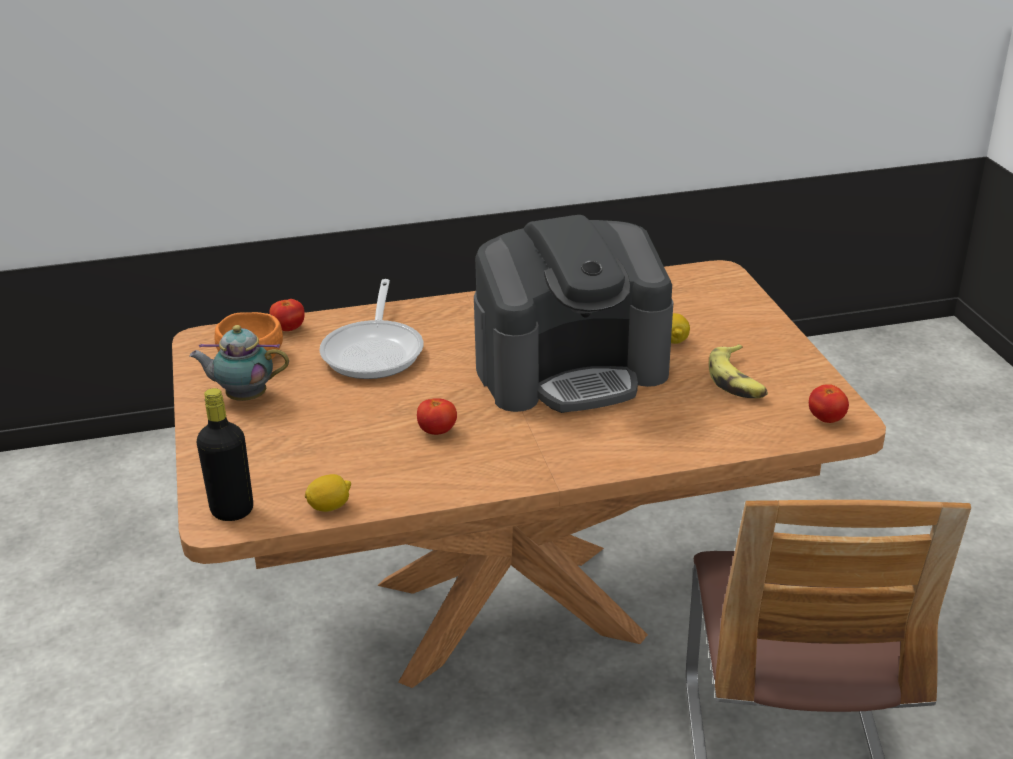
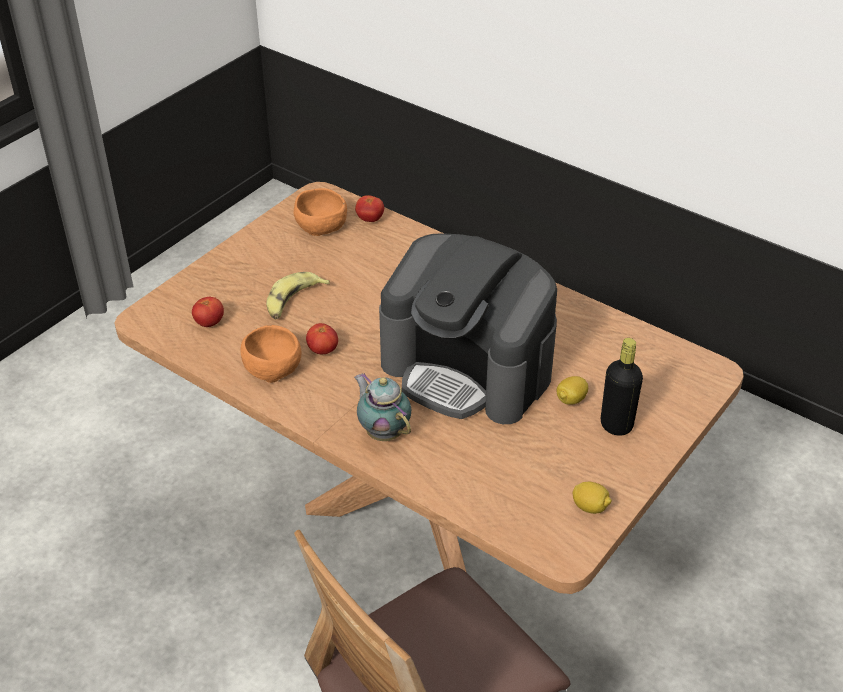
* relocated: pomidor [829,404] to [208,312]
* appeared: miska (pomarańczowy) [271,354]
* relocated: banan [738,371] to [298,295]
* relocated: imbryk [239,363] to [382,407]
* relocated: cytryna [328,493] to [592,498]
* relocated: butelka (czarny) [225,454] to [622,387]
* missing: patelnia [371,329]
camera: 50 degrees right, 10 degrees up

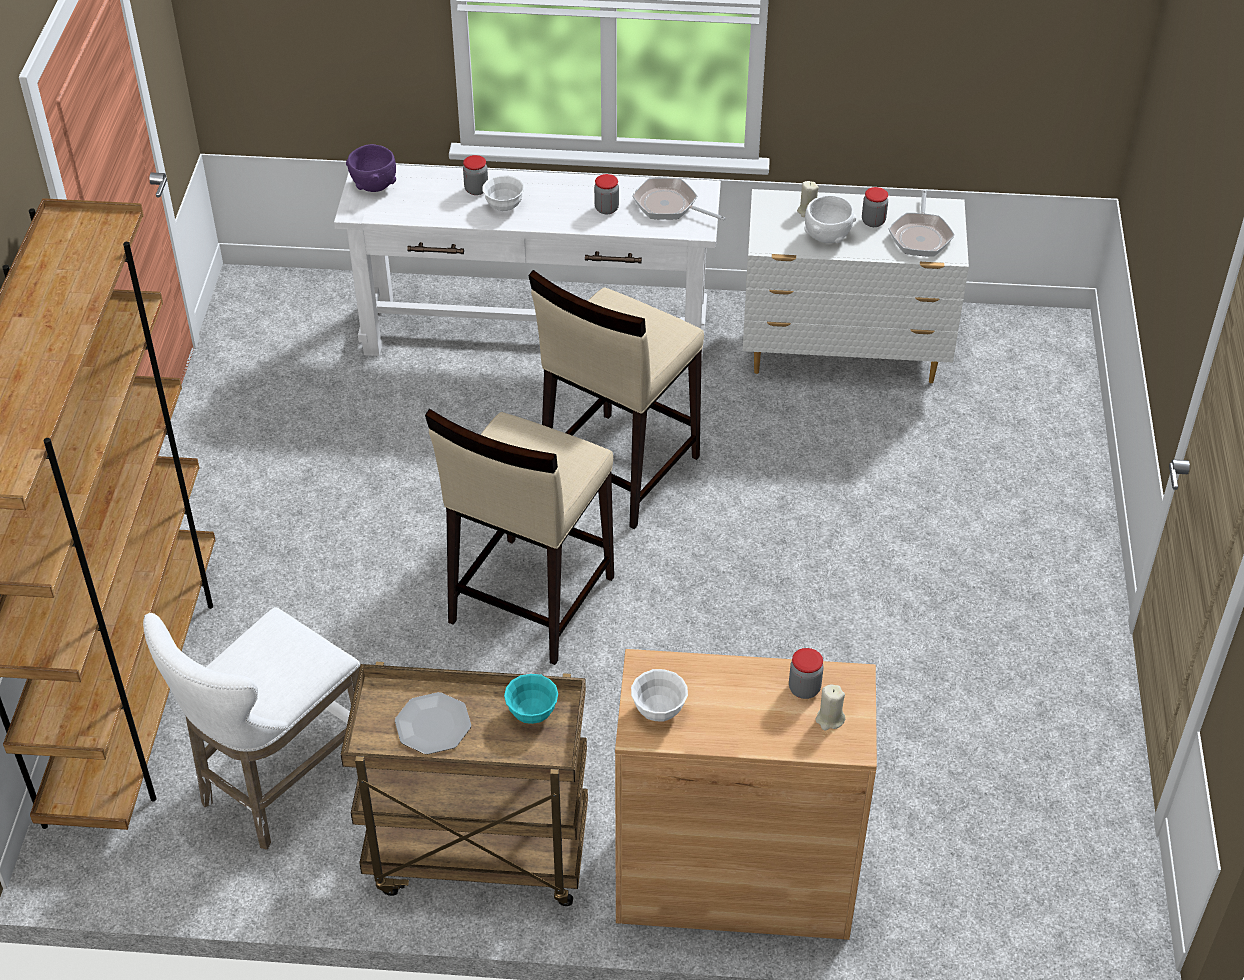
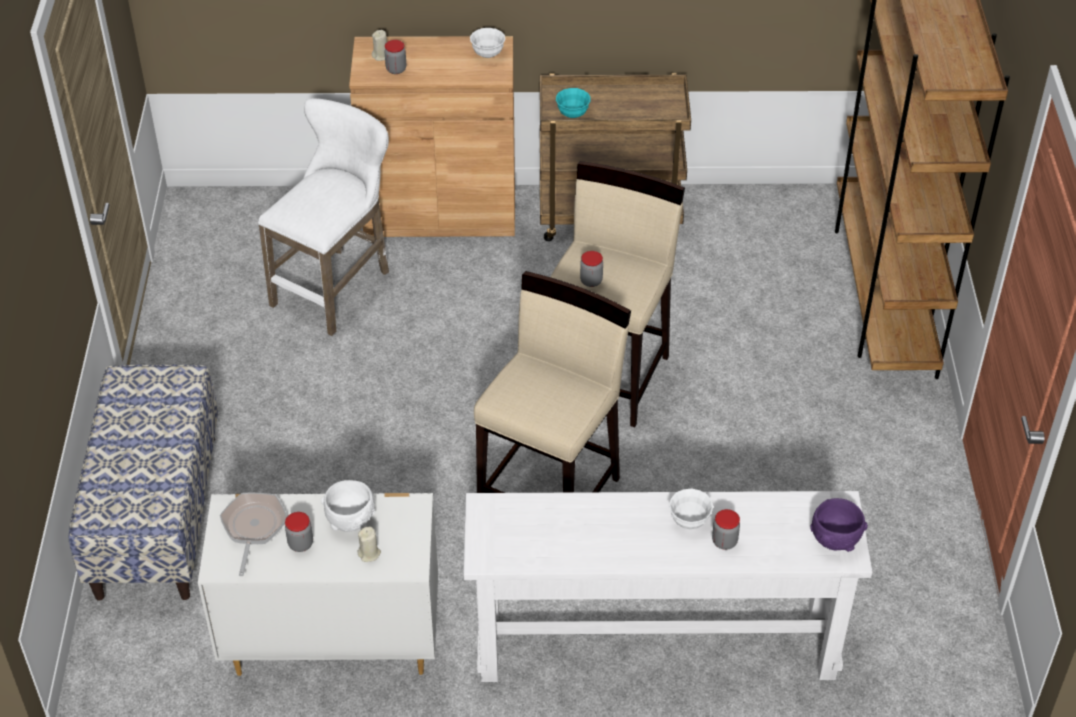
* appeared: ławka [143,483]
* relocated: stołek (biały) [251,728] to [323,217]
* relocated: słoik [606,194] to [591,269]
* missing: talerz [433,723]
* missing: patelnia [679,199]
camera: 175 degrees right, 0 degrees up

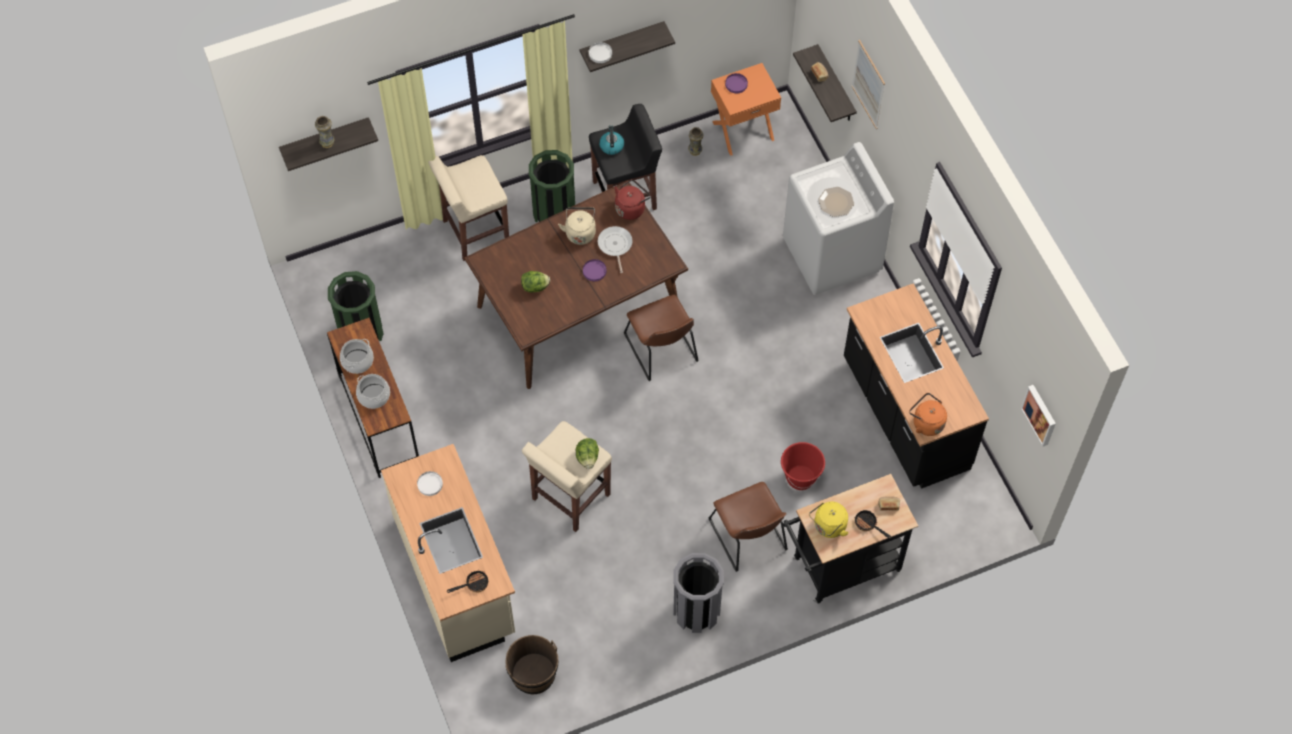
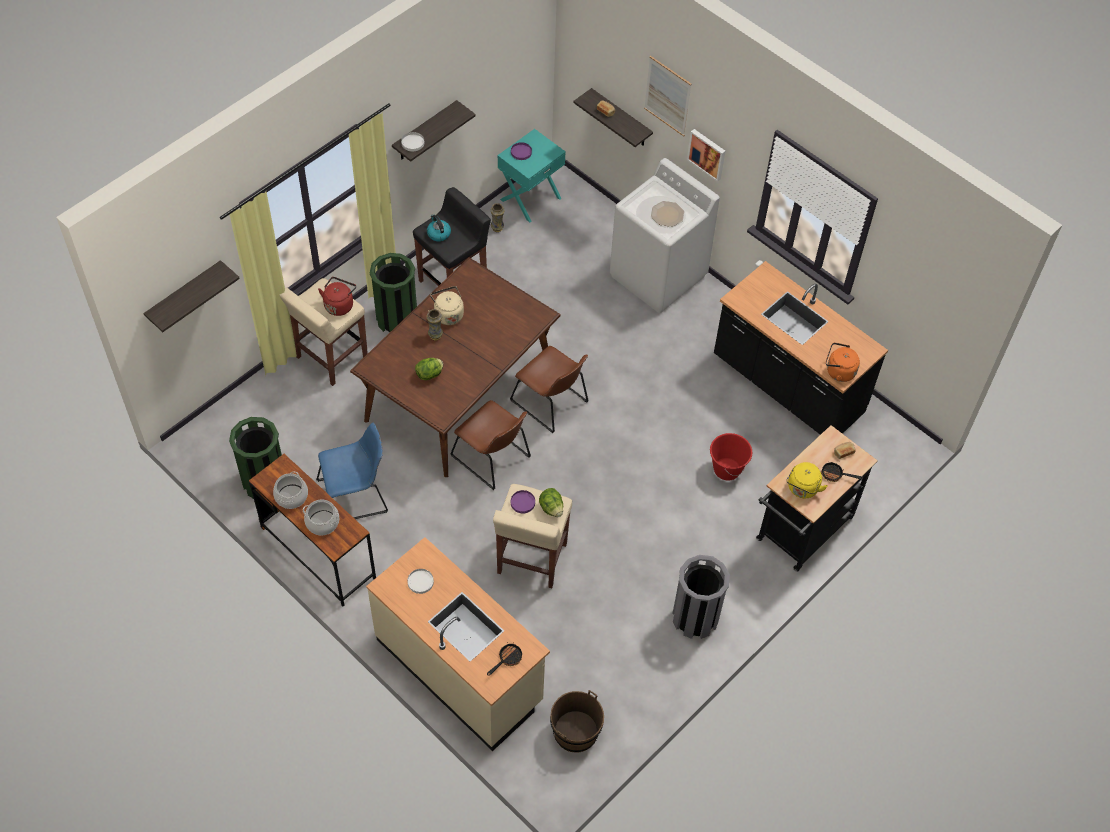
* appeared: krzesło (niebieski) [352,471]
* relocated: czajnik (czerwony) [632,199] to [337,296]
* relocated: wazon [325,132] to [434,324]
* relocated: krzesło (brązowy) [748,527] to [490,445]
* colour: szafka nocna (pomarańczowy) [746,109] to szafka nocna (turkusowy) [532,175]
* relocated: talerz (fioletowy) [594,270] to [523,501]
* relocated: obraz [1038,416] to [706,155]
* missing: patelnia [615,249]
camera: 25 degrees left, 5 degrees down

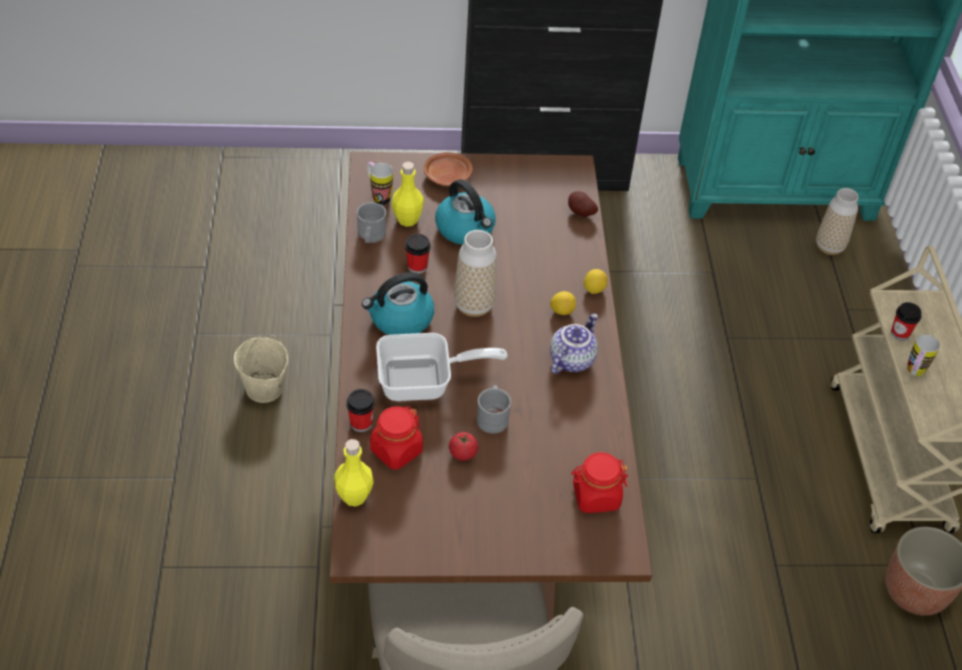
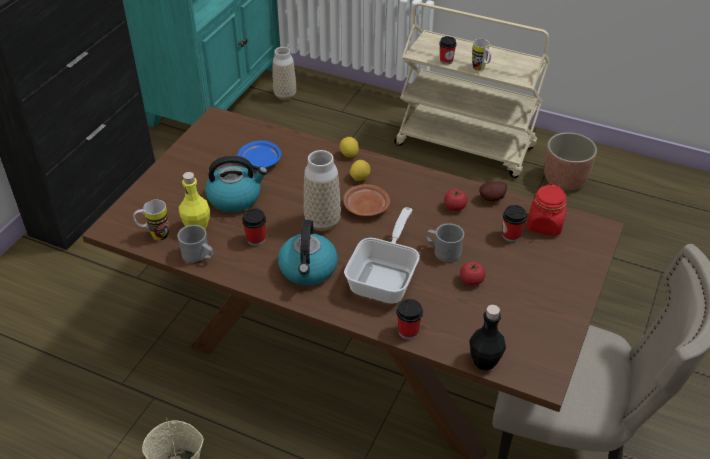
* appeared: talerz (niebieski) [259,154]
* relocated: talerz (brązowy) [448,169] to [366,200]
* appeared: pomidor [456,200]
* colour: butelka (żółty) [354,473] to butelka (czarny) [487,338]
* relocated: ziemniak [583,204] to [493,192]
* appeared: filiżanka [514,223]
* missing: słoik (czerwony) [396,437]
* missing: imbryk [574,343]
camera: 60 degrees left, 5 degrees down

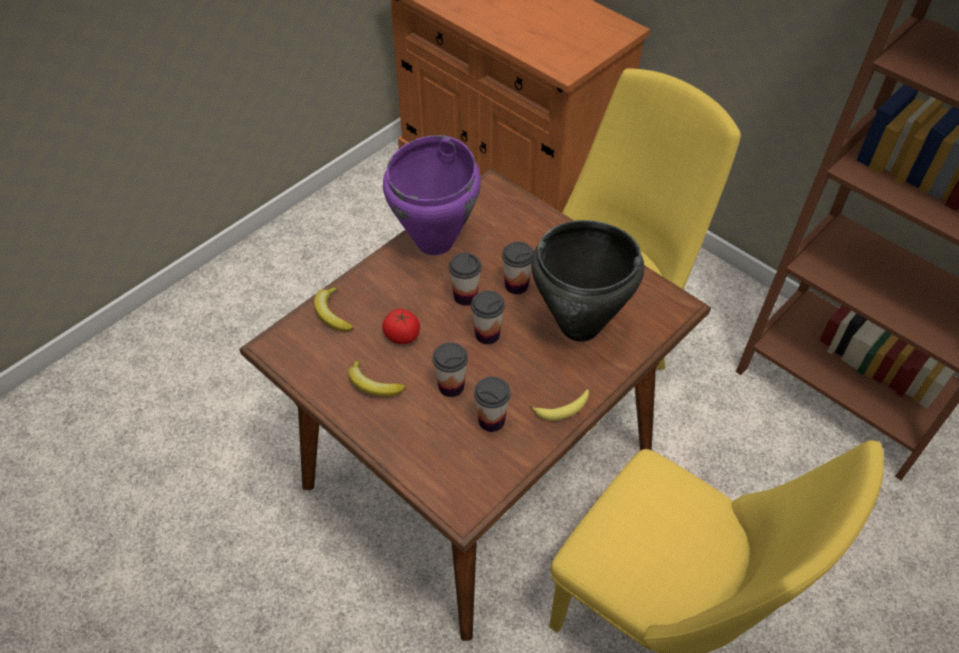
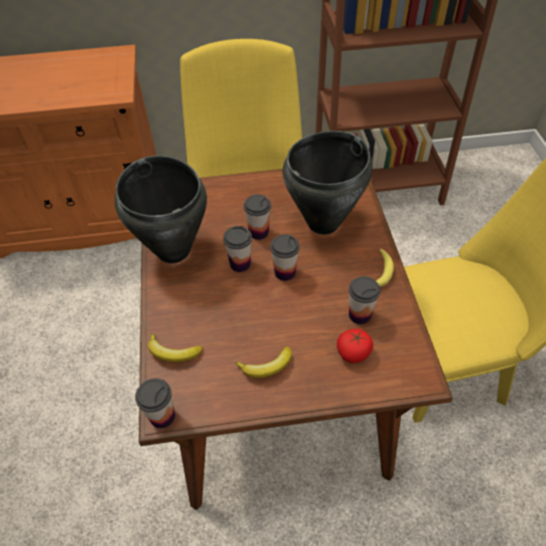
* colour: garnek (fioletowy) [432,195] to garnek (czarny) [161,209]
* relocated: filiżanka [450,369] to [155,403]
* relocated: pomidor [401,326] to [355,346]
camera: 50 degrees left, 0 degrees up

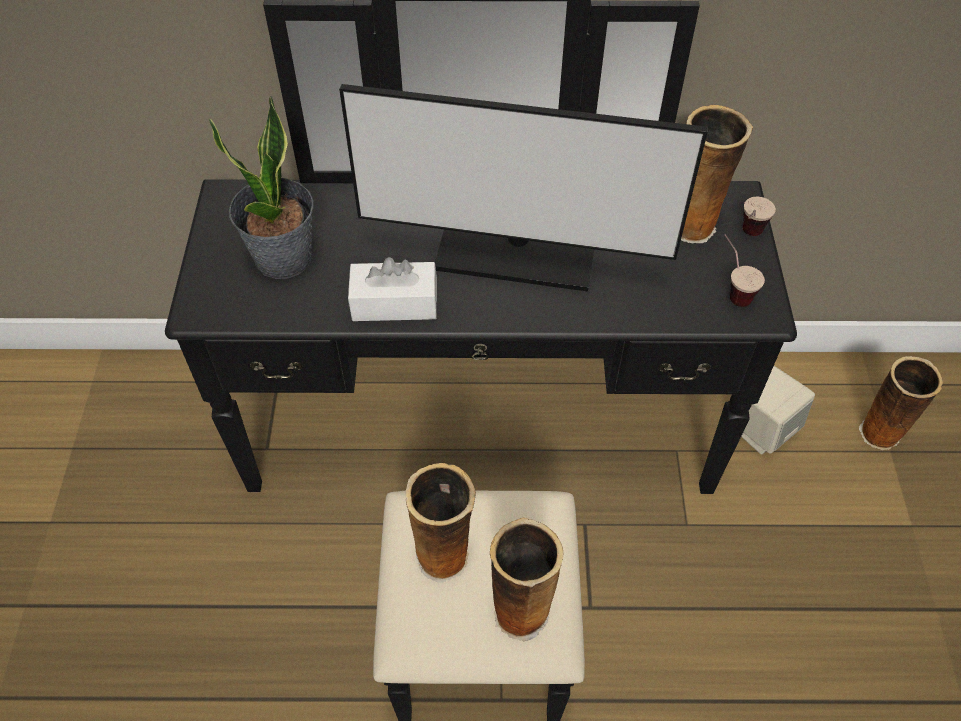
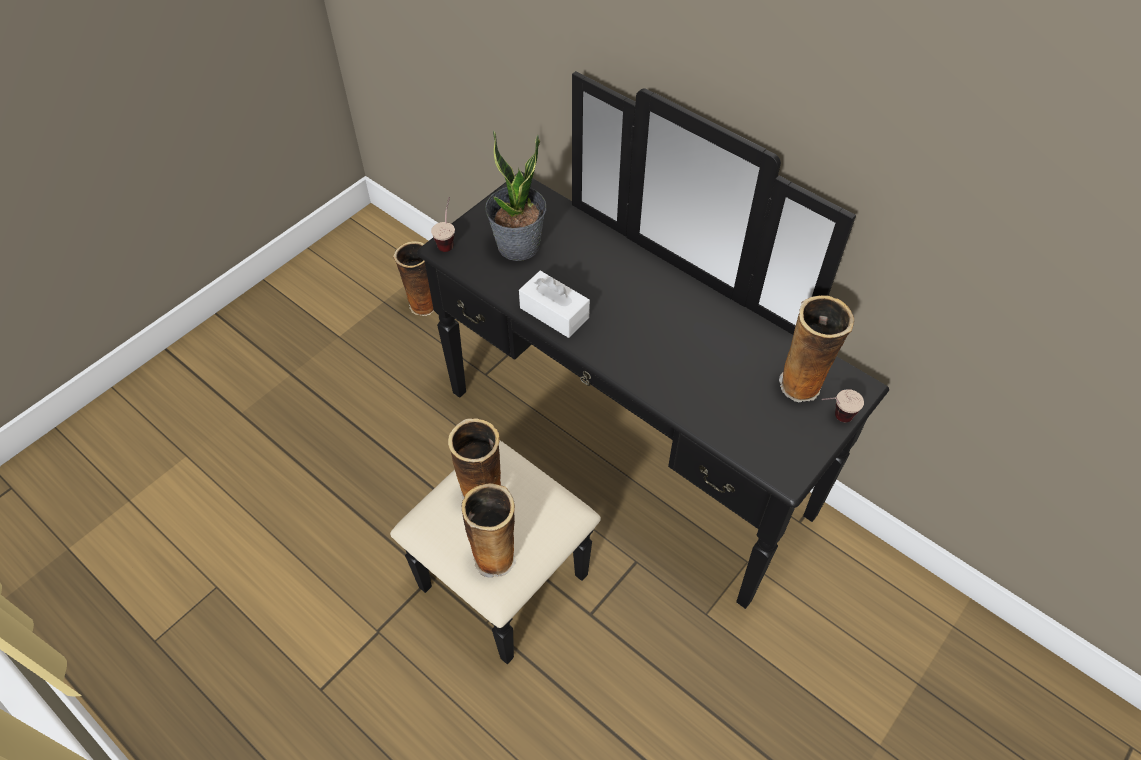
* relocated: wazon [901,403] to [413,278]
* relocated: filiżanka [744,270] to [443,224]
* missing: monitor [523,188]
* missing: głośnik (beżowy) [778,410]
camera: 40 degrees right, 0 degrees up

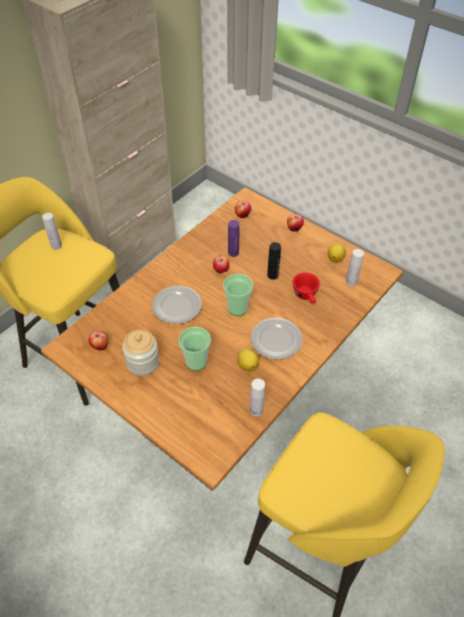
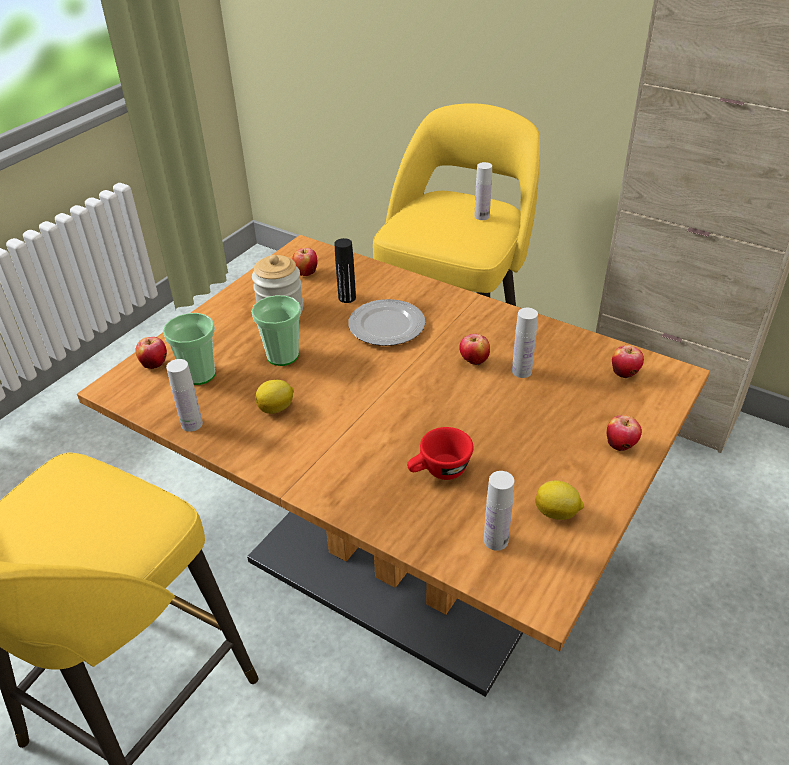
* appeared: jabłko [151,353]
* relocated: filiżanka [238,295] to [189,349]
* relocated: butelka (czarny) [274,261] to [345,270]
* colour: butelka (fioletowy) [233,238] to butelka (biały) [525,343]
* missing: talerz [277,338]
camera: 85 degrees right, 10 degrees down

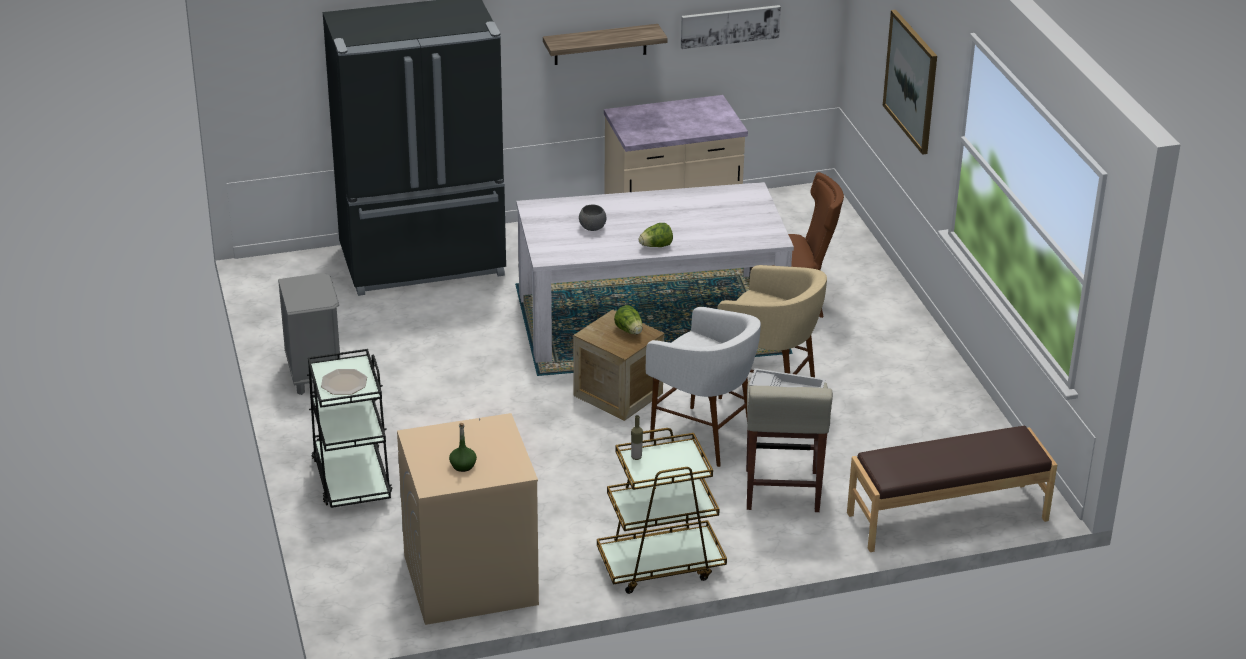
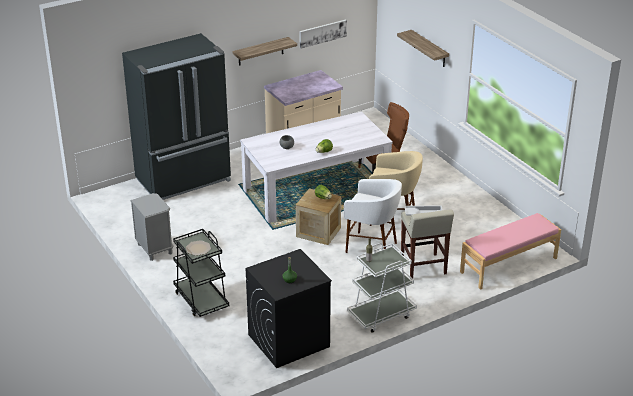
* colour: pralka (beżowy) [468,519] to pralka (czarny) [288,308]
* colour: wózek (brązowy) [662,511] to wózek (biały) [382,288]
* exchanged: obraz [910,82] to półka [423,48]
* colour: ławka (brązowy) [952,489] to ławka (różowy) [510,251]
camera: 15 degrees left, 0 degrees up

